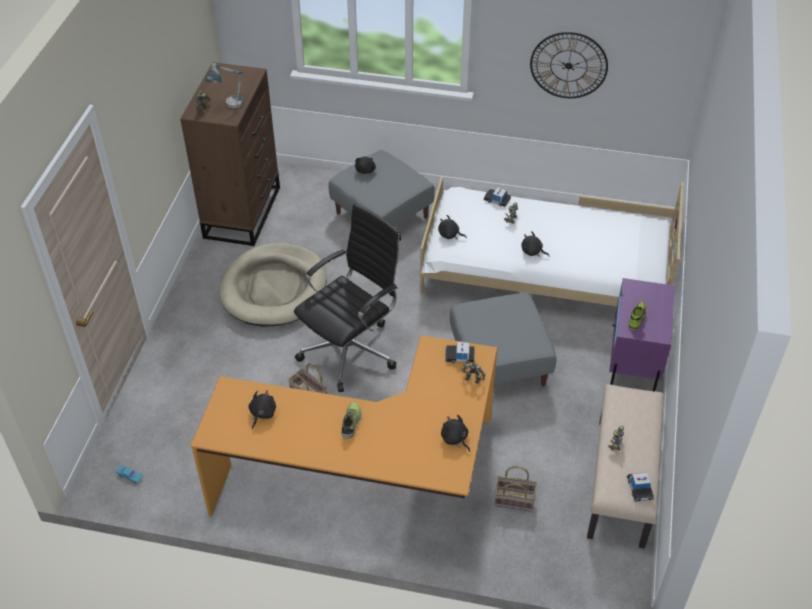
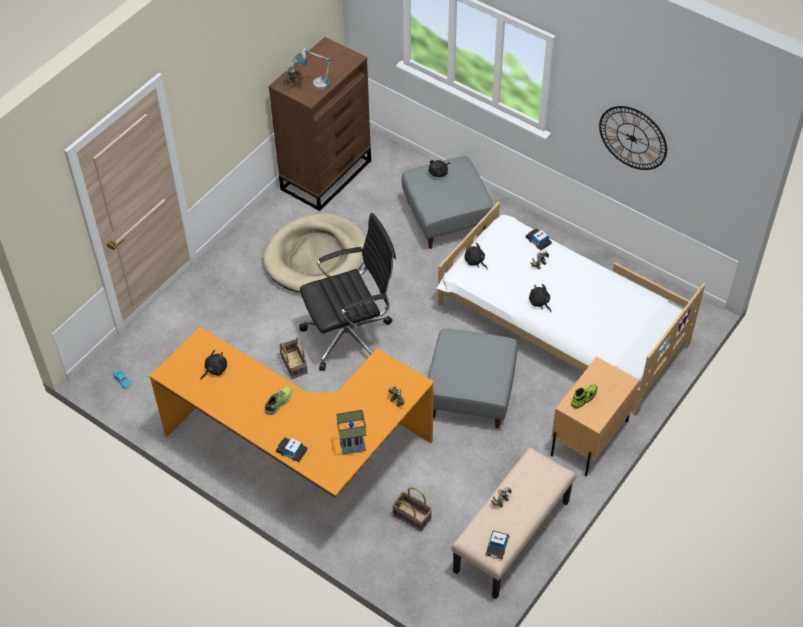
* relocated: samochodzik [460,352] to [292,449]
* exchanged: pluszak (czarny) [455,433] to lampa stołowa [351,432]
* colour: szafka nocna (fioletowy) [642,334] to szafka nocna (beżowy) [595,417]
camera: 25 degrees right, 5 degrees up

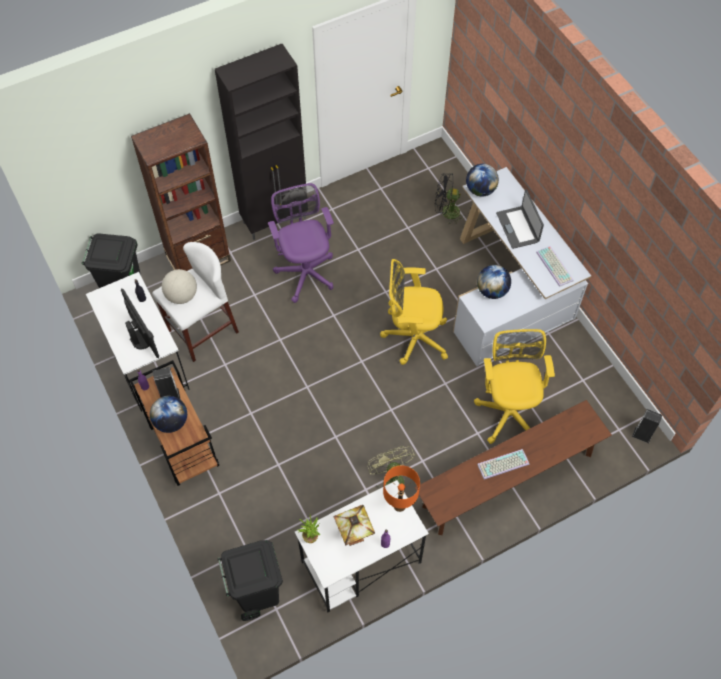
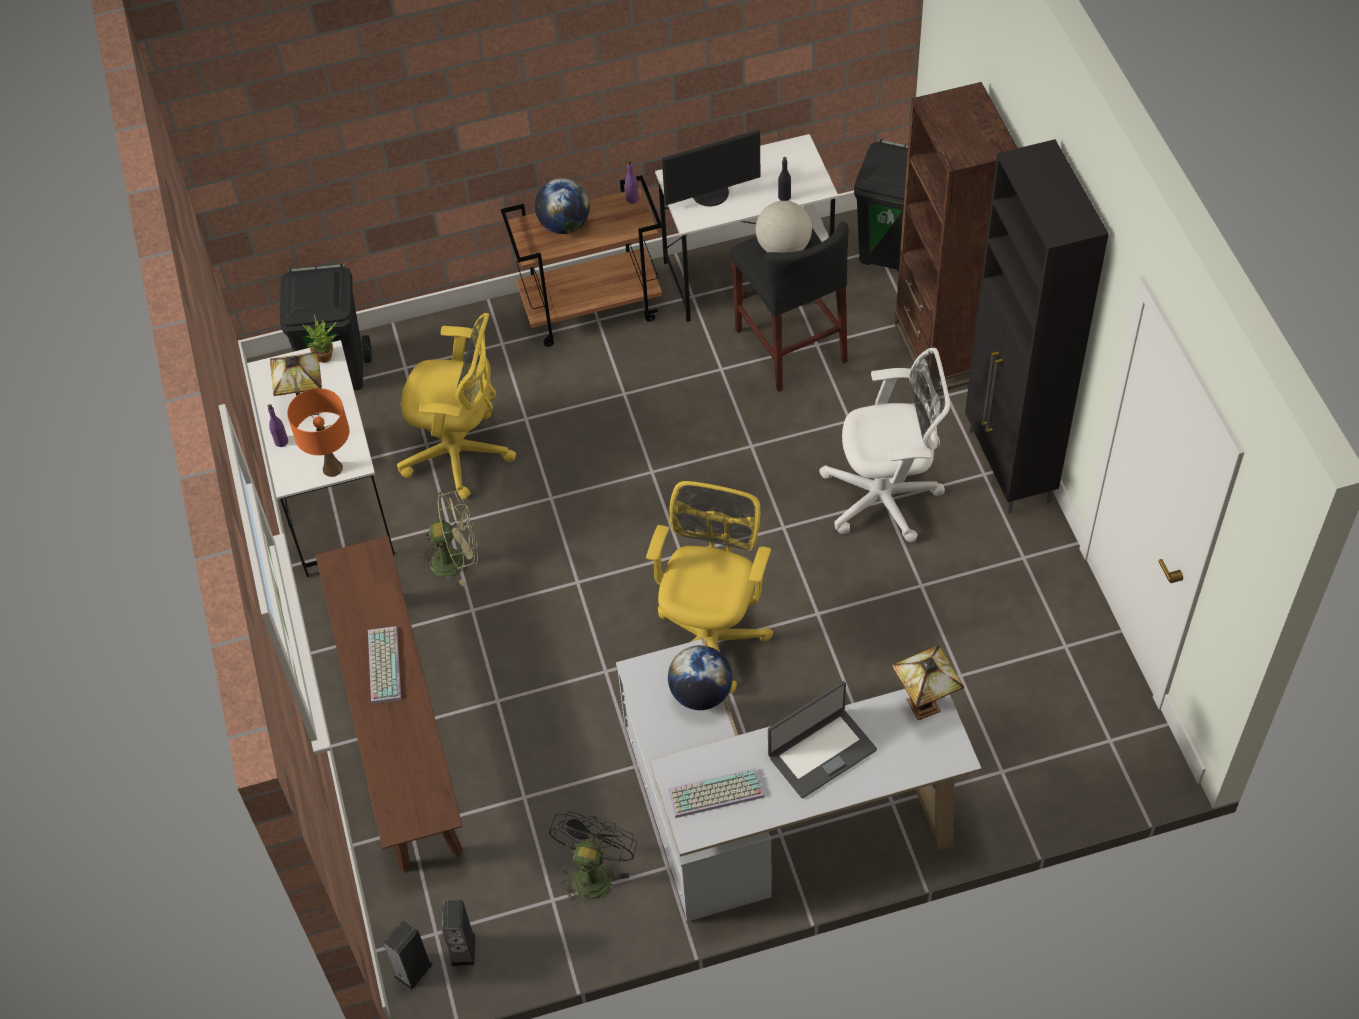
* relocated: krzesło biurowe (żółty) [514,386] to [456,406]
* relocated: głośnik [166,383] to [458,933]
* relocated: wentylator (czarny) [450,199] to [593,859]
* colour: stołek (biały) [195,302] to stołek (czarny) [789,306]
* spun: laptop [520,219] = [822,739] 150 degrees clockwise
* colour: krzesło biurowe (fioletowy) [301,243] to krzesło biurowe (biały) [884,445]
* exchanged: globus [482,180] to lampa stołowa [928,682]
camera: 105 degrees right, 5 degrees down

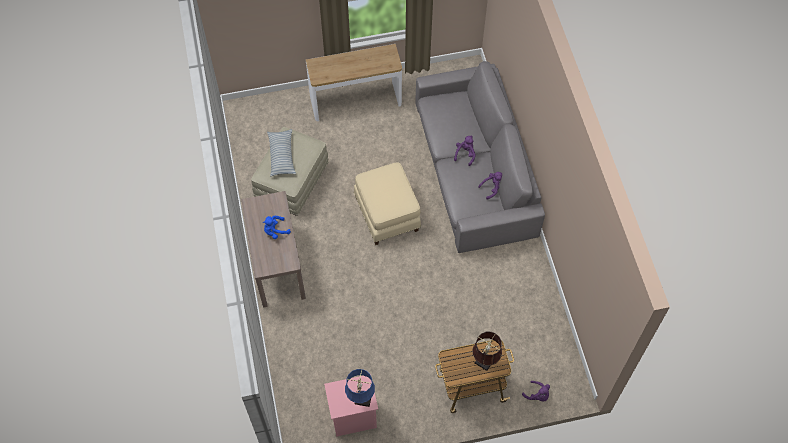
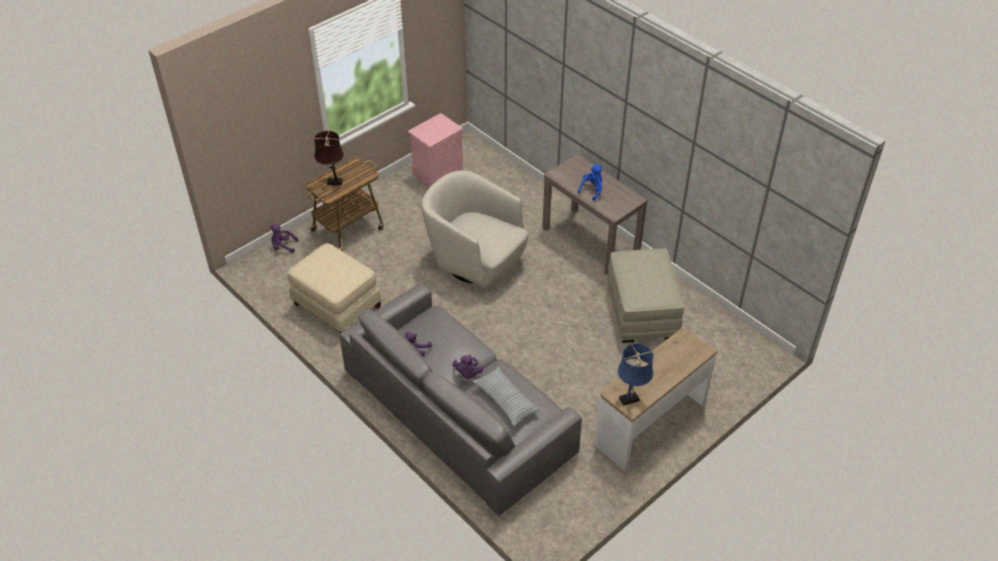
* relocated: pufa (beżowy) [387,203] to [334,288]
* appeared: fotel (beżowy) [475,229]
* relocated: poduszka [281,152] to [506,396]
* relocated: lampa stołowa (niebieski) [360,388] to [635,374]
camera: 150 degrees right, 15 degrees down

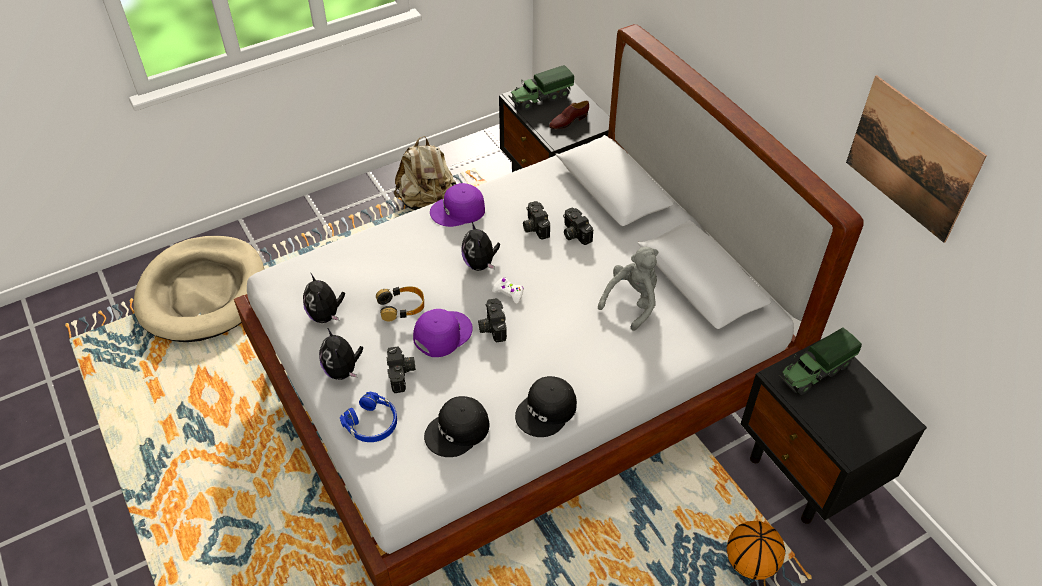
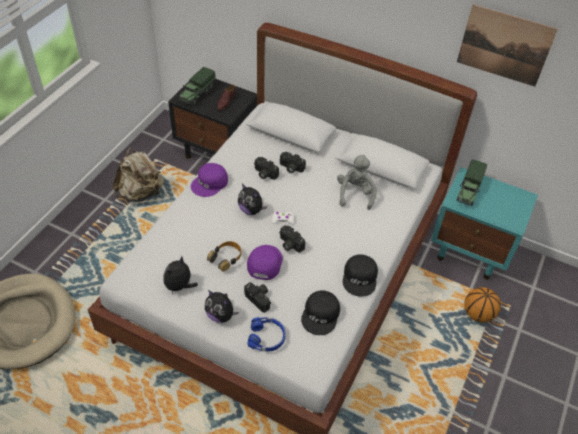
* spun: pluszak [324,298] = [180,275] 90 degrees clockwise
* colour: szafka nocna (czarny) [834,430] to szafka nocna (turkusowy) [484,223]
camera: 35 degrees left, 0 degrees up

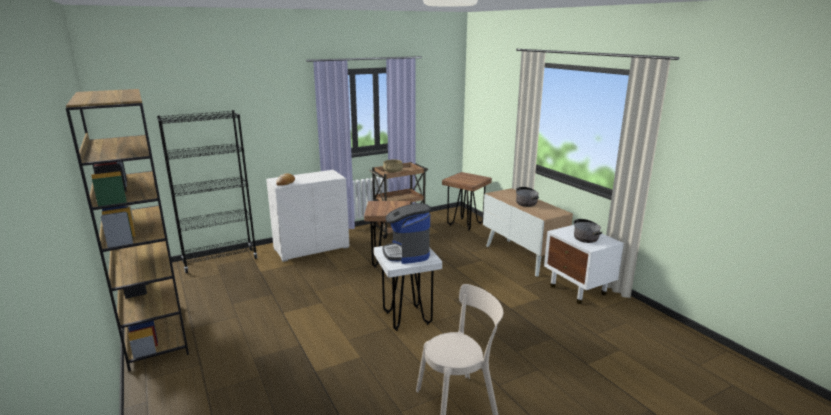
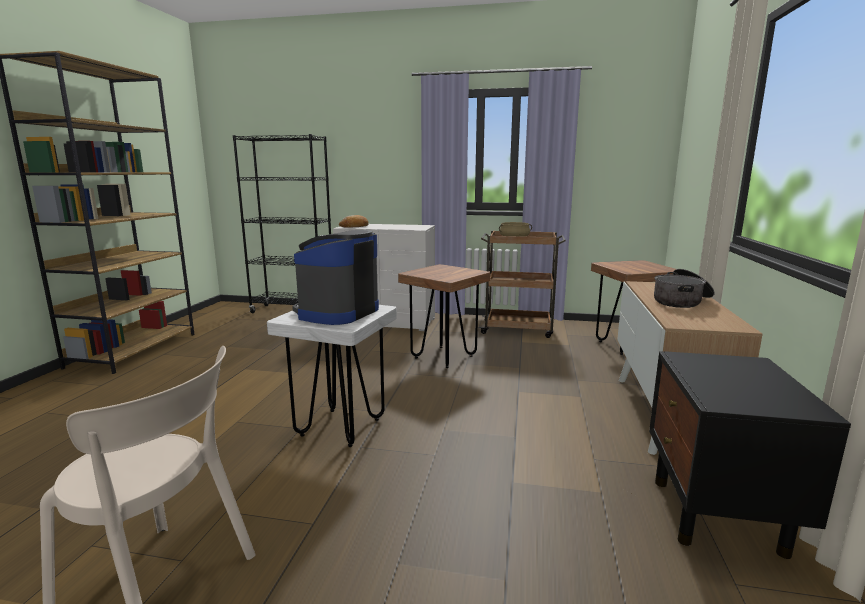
* colour: szafka nocna (biały) [584,264] to szafka nocna (czarny) [750,455]
* missing: garnek [588,231]
camera: 40 degrees right, 5 degrees down

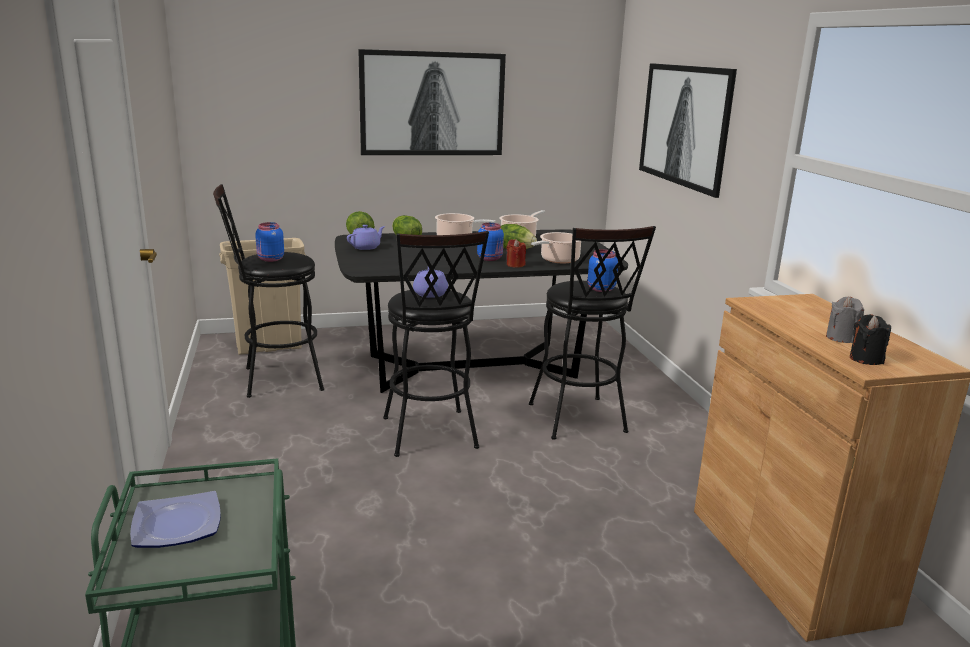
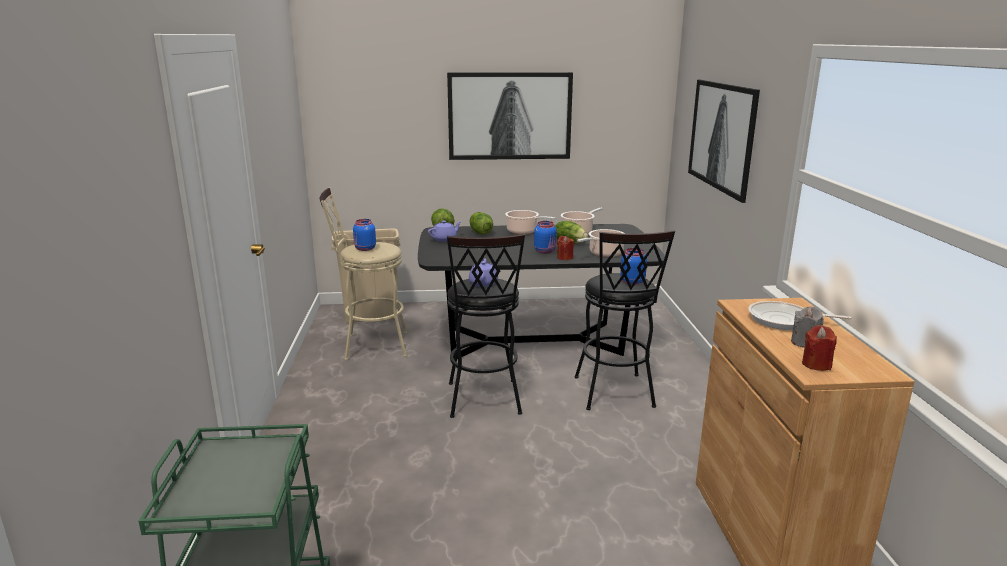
* colour: stołek (czarny) [268,291] to stołek (beżowy) [363,274]
* appeared: patelnia [800,315]
* colour: świeca (czarny) [870,339] to świeca (czerwony) [819,348]
* missing: talerz [175,519]
camera: 10 degrees right, 0 degrees up

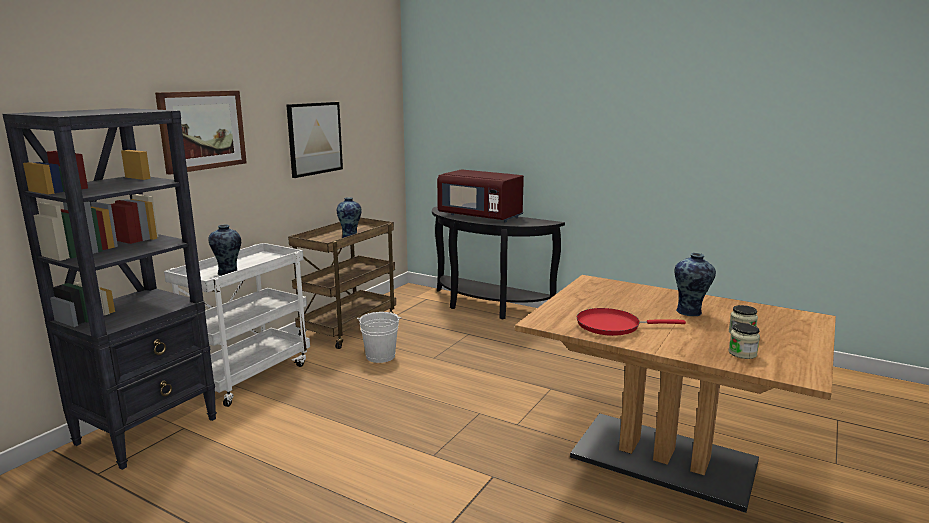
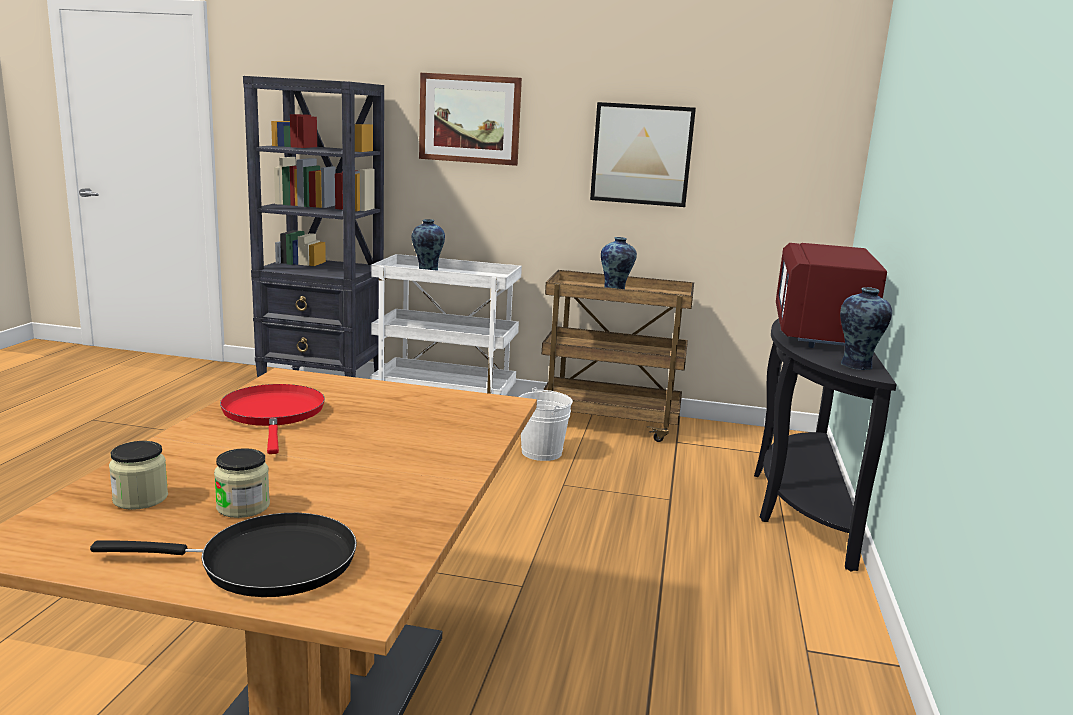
* appeared: patelnia (czarny) [223,555]
* relocated: wazon [695,284] to [866,328]
camera: 70 degrees right, 0 degrees up

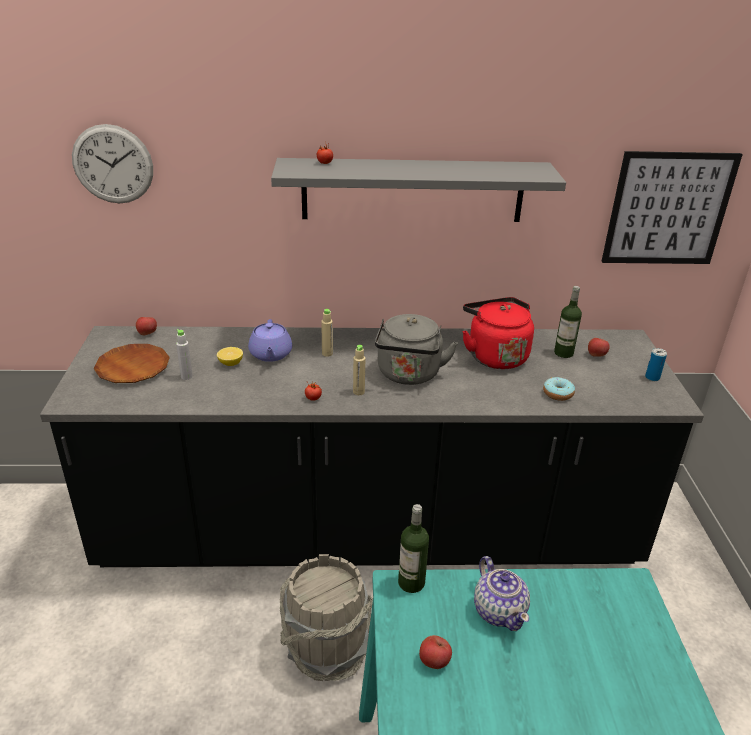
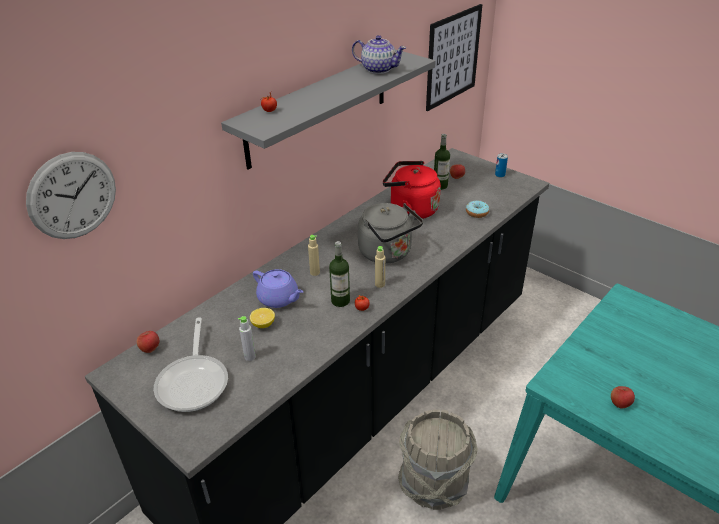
* exchanged: talerz (brązowy) [132,363] to patelnia [191,364]
* relocated: butelka [413,548] to [339,274]
* relocated: imbryk [502,593] to [379,54]
camera: 45 degrees left, 5 degrees up

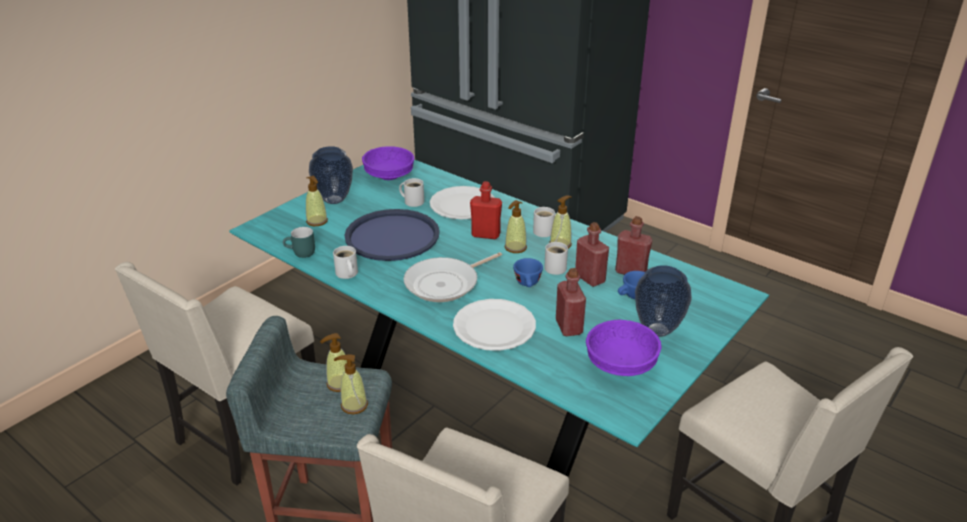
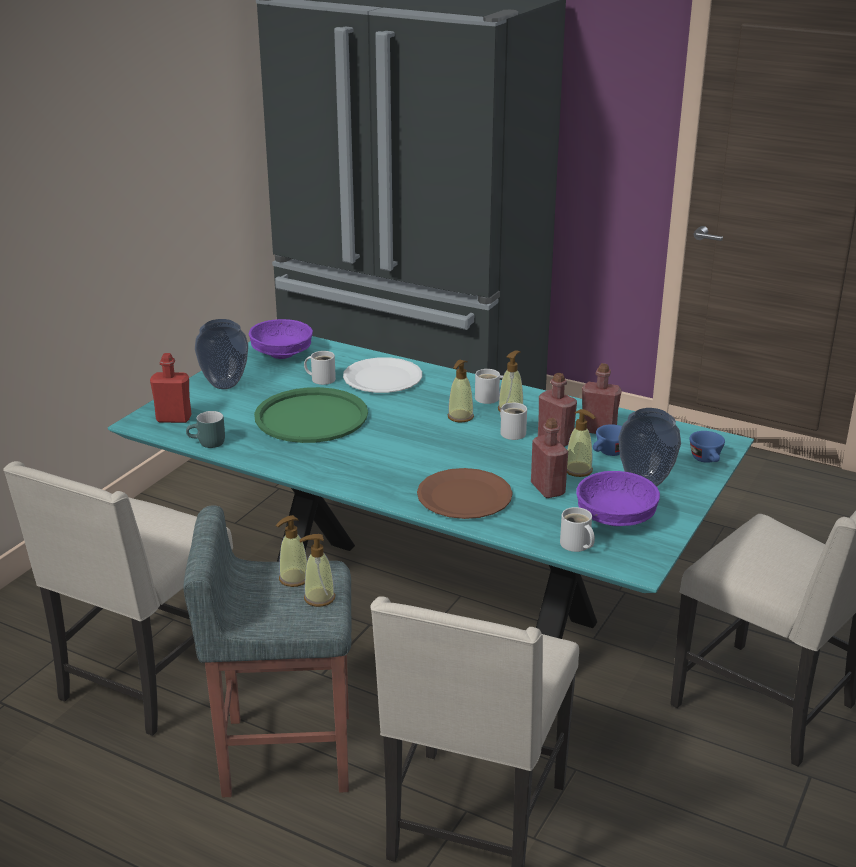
* relocated: butelka (czerwony) [486,210] to [171,388]
* colour: taca (niebieski) [392,235] to taca (zielony) [311,415]
* colour: talerz (biały) [494,325] to talerz (brązowy) [465,493]
* relocated: kubek (biały) [345,262] to [577,529]
* relocated: dozownik mydła [317,201] to [581,443]
* relocated: filiżanka (niebieski) [528,272] to [707,447]
* missing: patelnia [453,277]
camera: 10 degrees left, 5 degrees down

